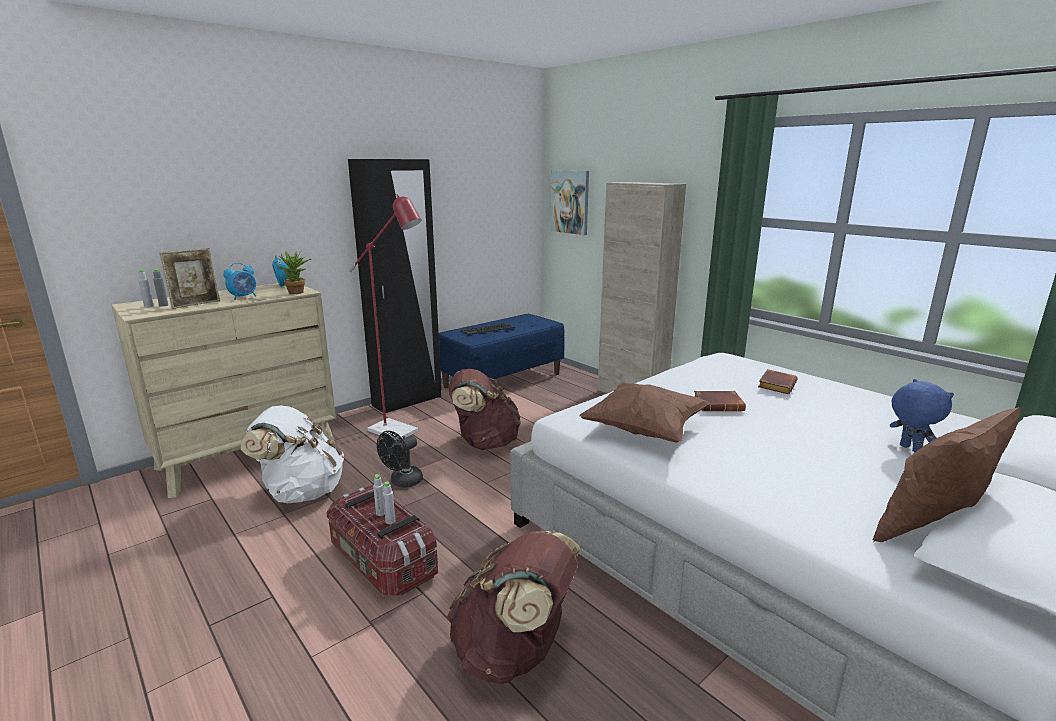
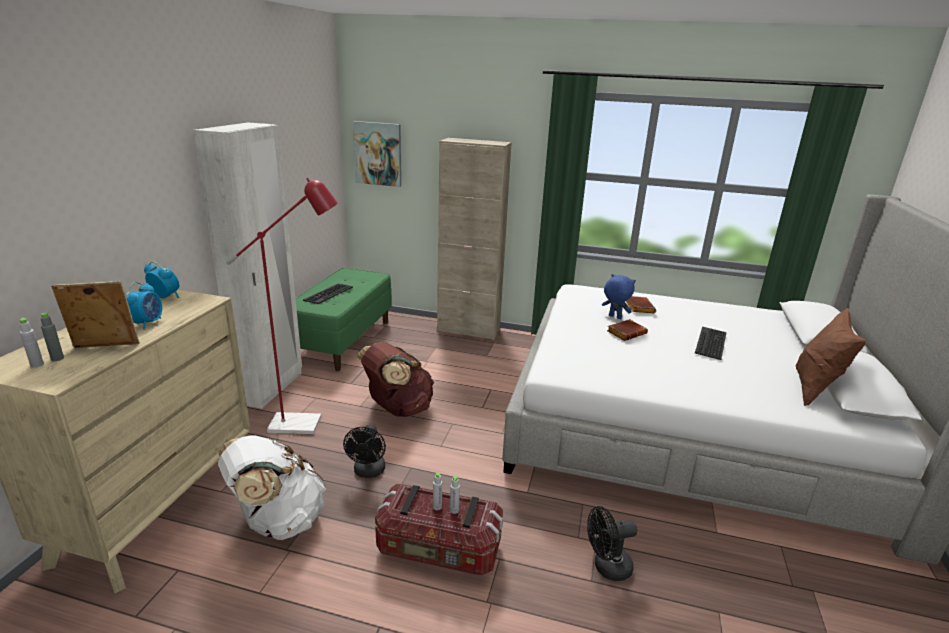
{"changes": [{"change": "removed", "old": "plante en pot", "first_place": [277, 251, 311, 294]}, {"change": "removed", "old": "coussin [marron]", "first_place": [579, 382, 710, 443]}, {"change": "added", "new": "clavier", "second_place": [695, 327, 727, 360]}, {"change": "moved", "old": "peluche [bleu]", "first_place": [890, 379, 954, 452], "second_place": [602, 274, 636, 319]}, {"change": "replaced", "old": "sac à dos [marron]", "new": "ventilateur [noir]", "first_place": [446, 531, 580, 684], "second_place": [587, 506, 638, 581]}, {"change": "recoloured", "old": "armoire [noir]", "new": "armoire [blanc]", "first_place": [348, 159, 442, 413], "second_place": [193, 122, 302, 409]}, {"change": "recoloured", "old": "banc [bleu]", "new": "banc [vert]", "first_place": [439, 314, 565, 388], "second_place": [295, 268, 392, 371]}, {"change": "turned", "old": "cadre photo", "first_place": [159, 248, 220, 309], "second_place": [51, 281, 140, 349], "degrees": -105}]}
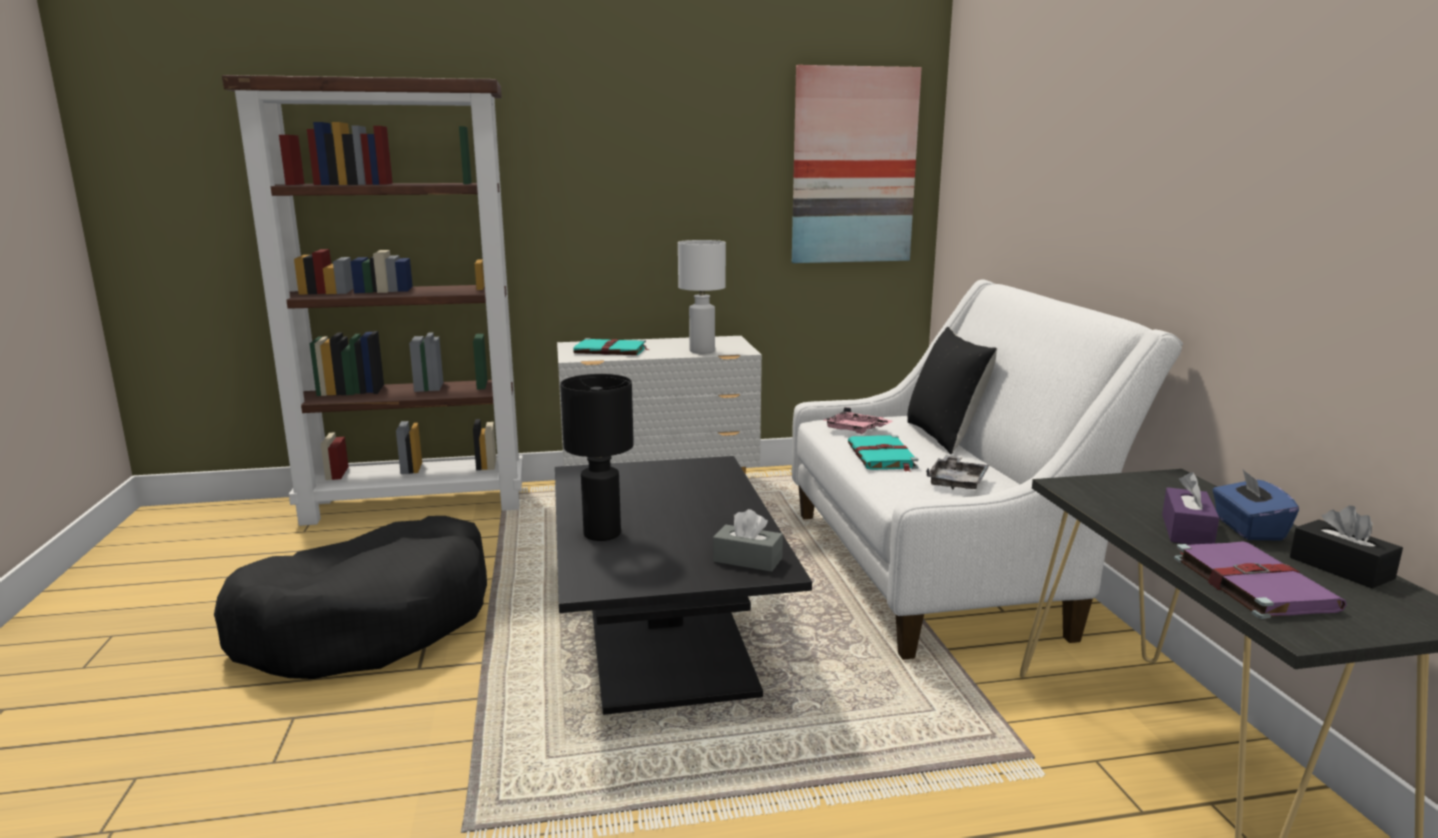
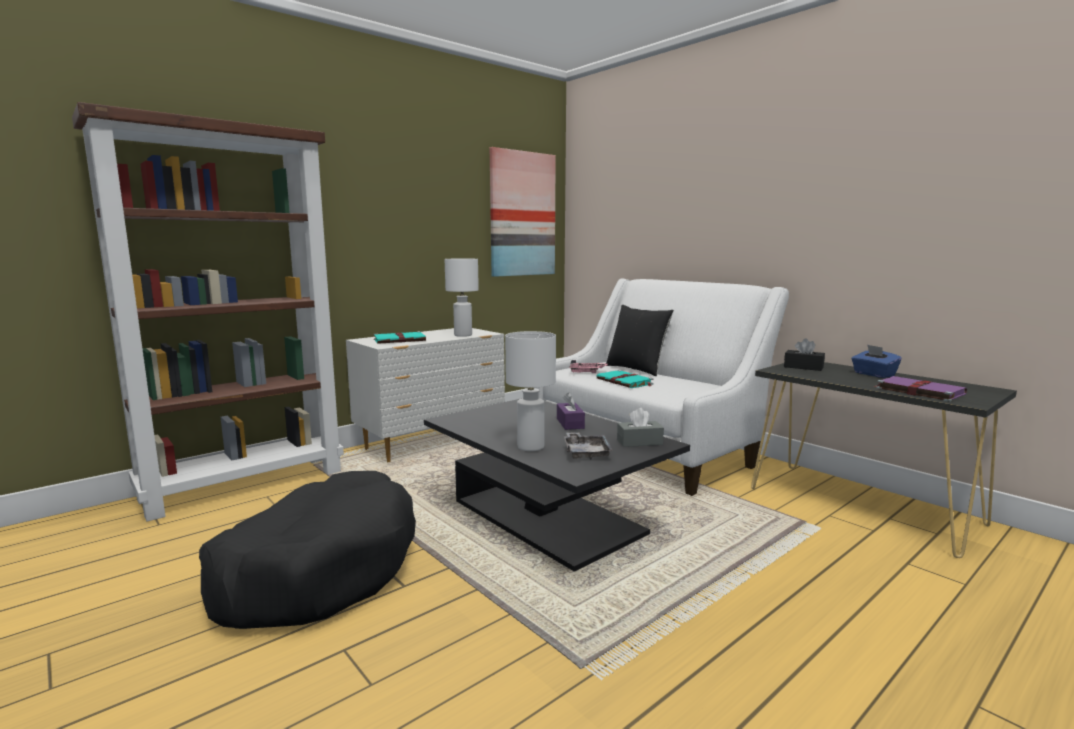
{"changes": [{"change": "moved", "old": "plateau [gris]", "first_place": [926, 455, 989, 490], "second_place": [564, 432, 613, 460]}, {"change": "moved", "old": "boîte à mouchoirs [violet]", "first_place": [1162, 472, 1219, 545], "second_place": [557, 392, 585, 430]}, {"change": "moved", "old": "boîte à mouchoirs [noir]", "first_place": [1290, 506, 1403, 588], "second_place": [784, 339, 825, 371]}, {"change": "recoloured", "old": "lampe de table [noir]", "new": "lampe de table [blanc]", "first_place": [560, 374, 634, 541], "second_place": [505, 331, 556, 451]}]}
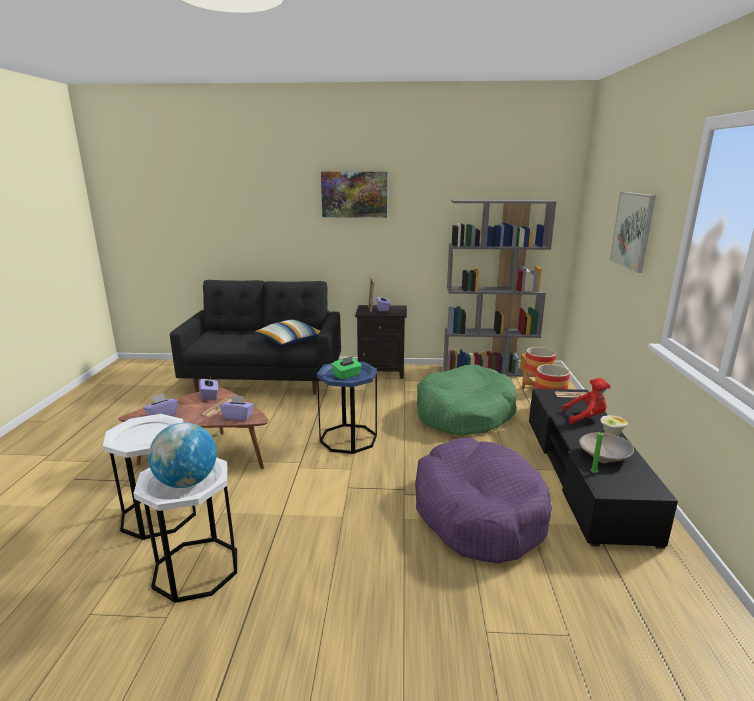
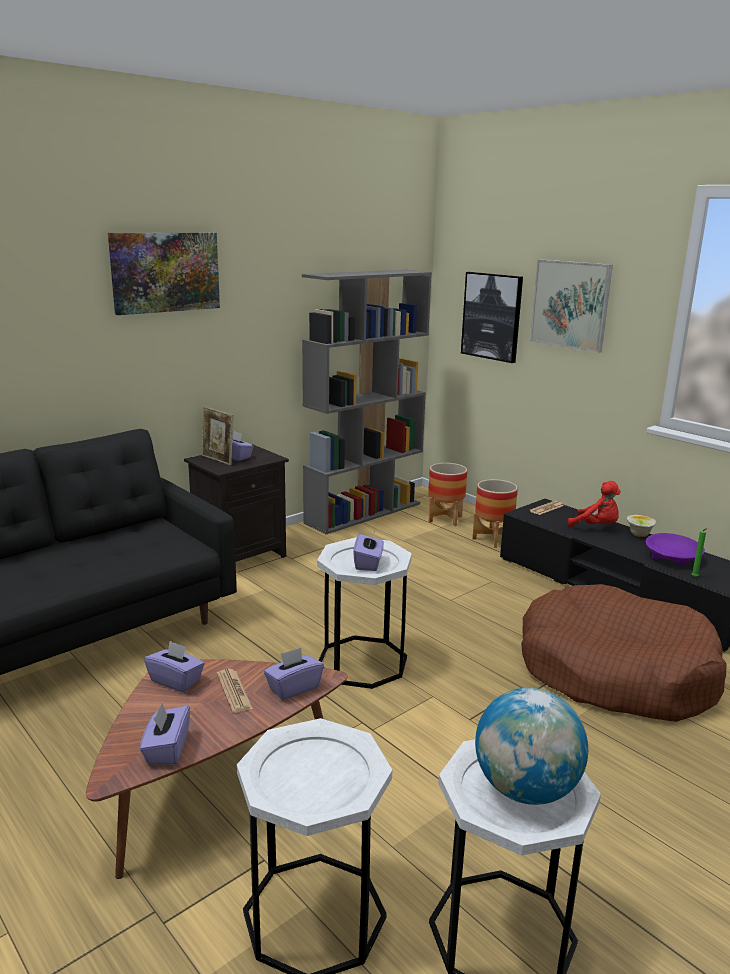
{"changes": [{"change": "removed", "old": "coussin", "first_place": [254, 320, 320, 346]}, {"change": "removed", "old": "panier pour chien [vert]", "first_place": [417, 365, 517, 435]}, {"change": "added", "new": "tableau", "second_place": [461, 272, 523, 363]}, {"change": "recoloured", "old": "table d'appoint [bleu]", "new": "table d'appoint [blanc]", "first_place": [317, 362, 377, 454], "second_place": [317, 537, 412, 689]}, {"change": "recoloured", "old": "boîte à mouchoirs [vert]", "new": "boîte à mouchoirs [violet]", "first_place": [331, 356, 362, 380], "second_place": [353, 534, 384, 571]}, {"change": "recoloured", "old": "panier pour chien [violet]", "new": "panier pour chien [marron]", "first_place": [415, 438, 552, 564], "second_place": [521, 584, 727, 722]}, {"change": "recoloured", "old": "bol [beige]", "new": "bol [violet]", "first_place": [579, 432, 634, 463], "second_place": [646, 533, 705, 565]}, {"change": "turned", "old": "peluche [rouge]", "first_place": [562, 378, 610, 424], "second_place": [568, 481, 621, 527], "degrees": 75}]}
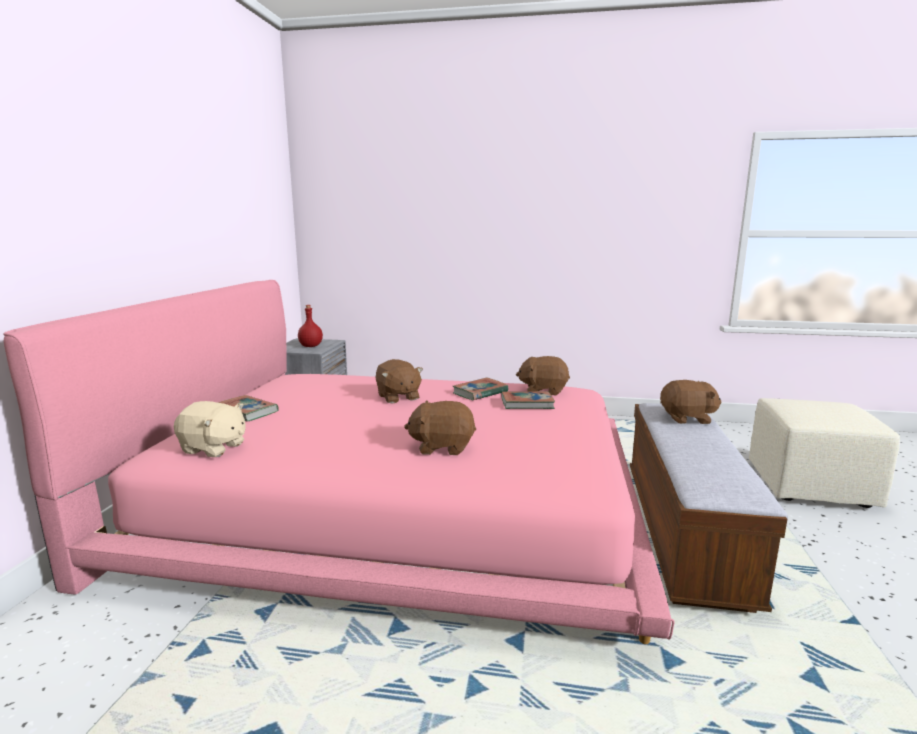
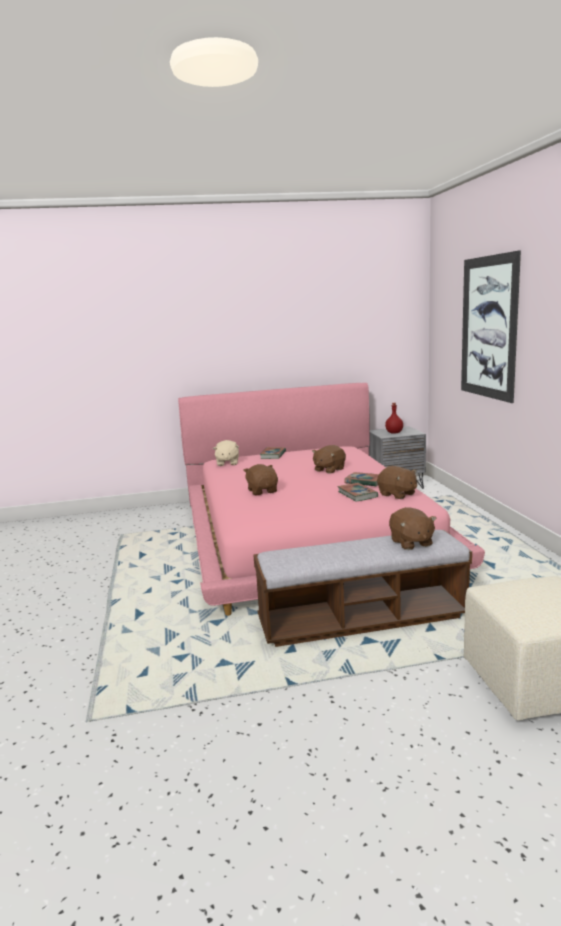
{"changes": [{"change": "added", "new": "tableau", "second_place": [461, 250, 521, 403]}, {"change": "turned", "old": "peluche [marron]", "first_place": [516, 356, 570, 395], "second_place": [377, 466, 417, 499], "degrees": 150}]}
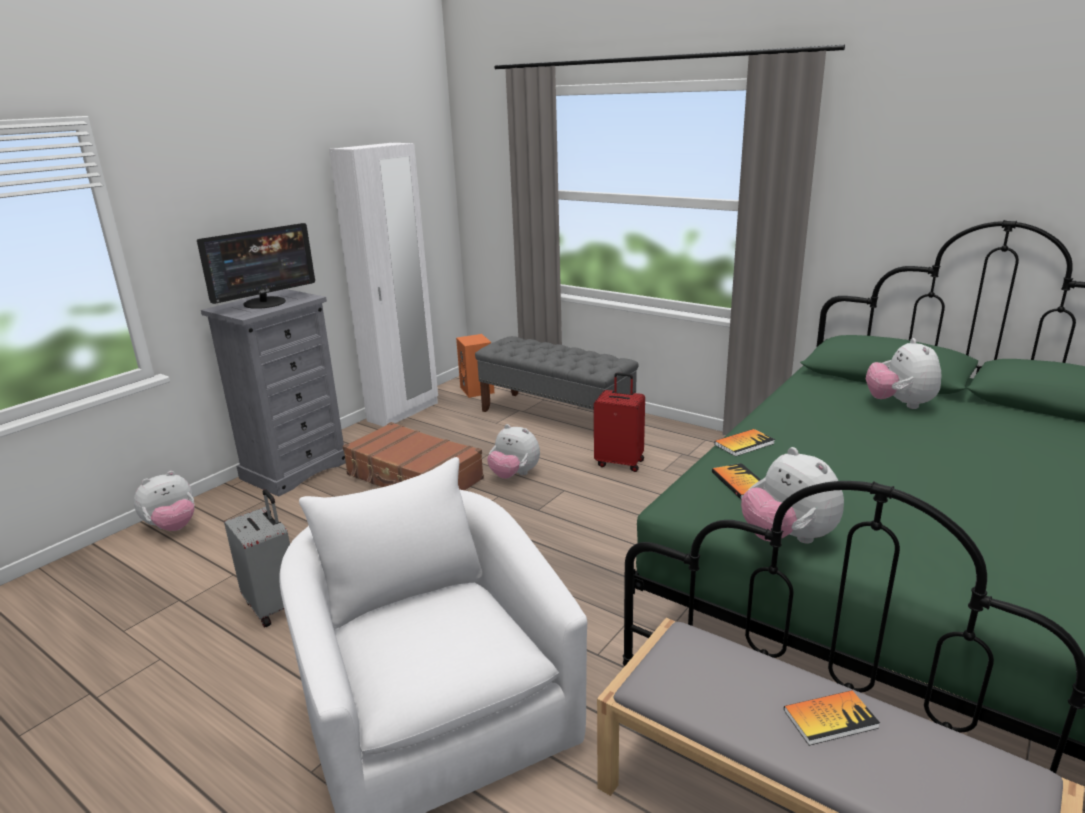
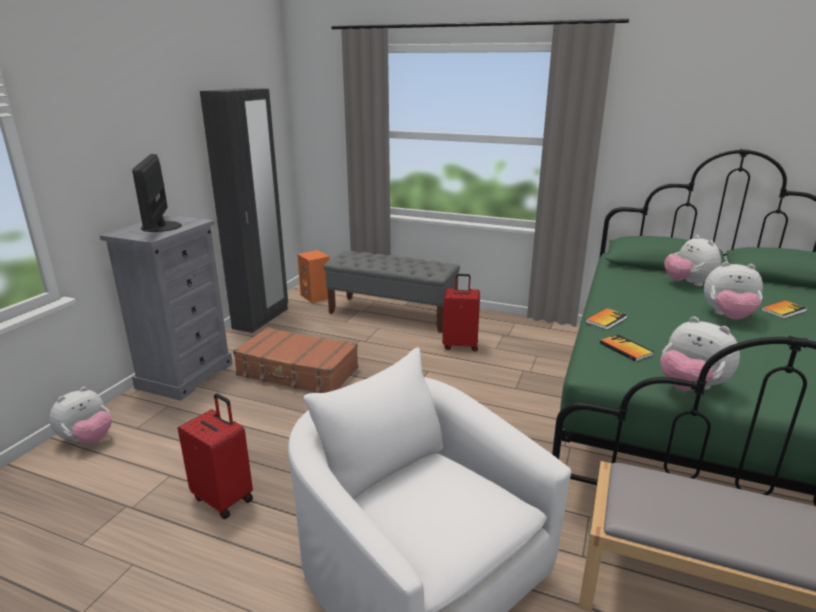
{"changes": [{"change": "moved", "old": "peluche", "first_place": [487, 424, 540, 479], "second_place": [704, 262, 763, 319]}, {"change": "moved", "old": "livre", "first_place": [784, 690, 880, 746], "second_place": [761, 300, 807, 319]}, {"change": "recoloured", "old": "valise [gris]", "new": "valise [rouge]", "first_place": [224, 489, 290, 628], "second_place": [178, 393, 253, 519]}, {"change": "recoloured", "old": "armoire [blanc]", "new": "armoire [noir]", "first_place": [329, 143, 438, 427], "second_place": [200, 88, 288, 333]}, {"change": "turned", "old": "écran d'ordinateur", "first_place": [197, 223, 315, 309], "second_place": [132, 154, 182, 232], "degrees": 135}]}
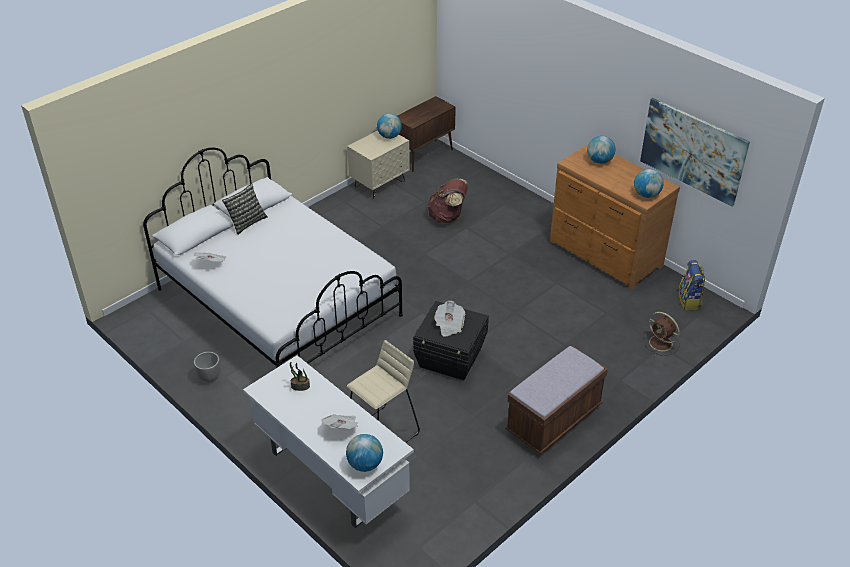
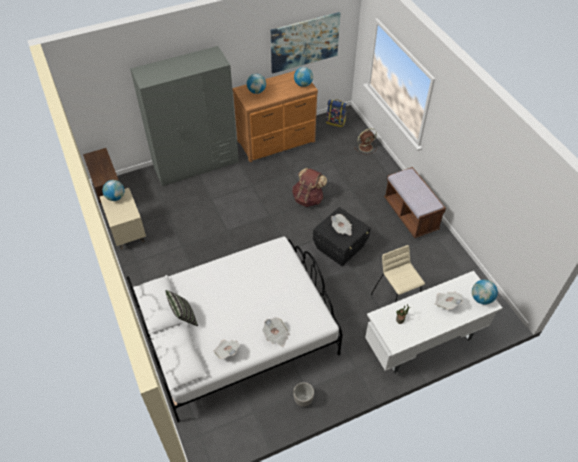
{"changes": [{"change": "added", "new": "armoire [gris]", "second_place": [130, 46, 239, 187]}, {"change": "added", "new": "journal", "second_place": [263, 317, 290, 347]}, {"change": "moved", "old": "sac à dos [marron]", "first_place": [427, 179, 468, 223], "second_place": [292, 168, 327, 207]}]}
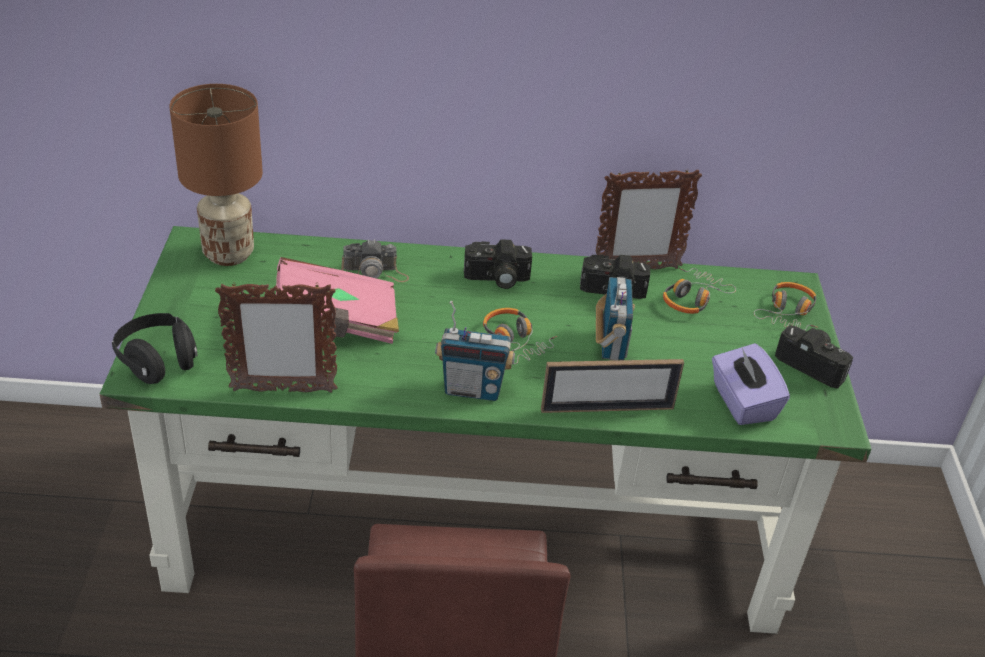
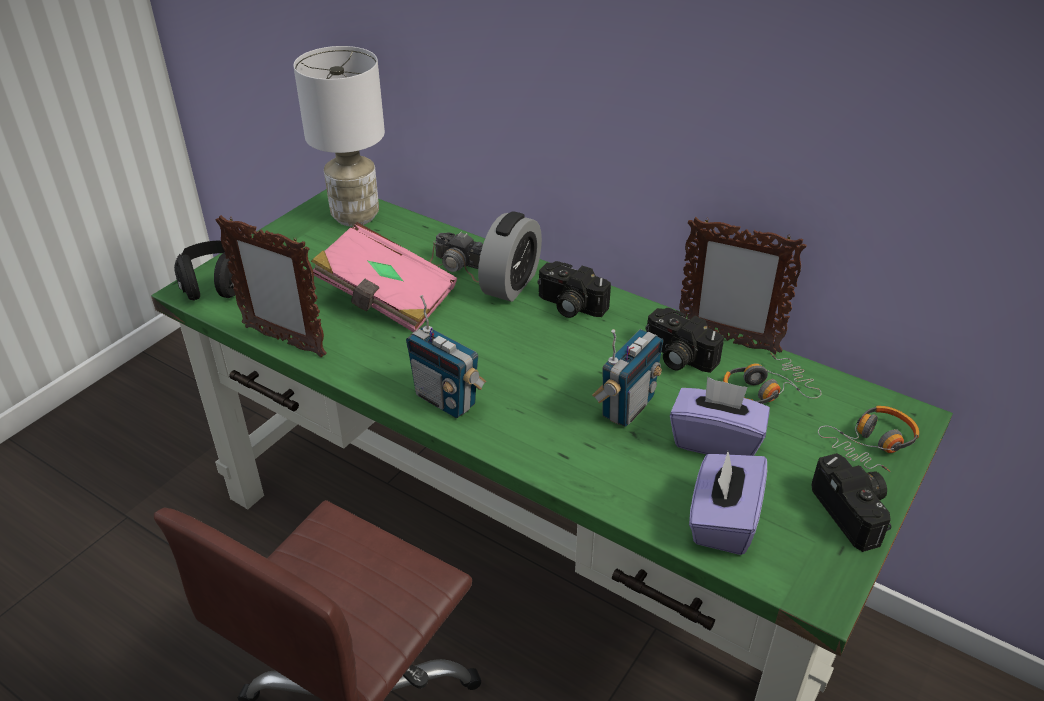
{"changes": [{"change": "removed", "old": "casque audio", "first_place": [483, 308, 557, 364]}, {"change": "removed", "old": "cadre photo", "first_place": [541, 359, 684, 413]}, {"change": "added", "new": "réveil", "second_place": [478, 211, 542, 302]}, {"change": "added", "new": "boîte à mouchoirs [violet]", "second_place": [670, 377, 770, 456]}, {"change": "recoloured", "old": "lampe de table [marron]", "new": "lampe de table [blanc]", "first_place": [170, 84, 263, 266], "second_place": [293, 46, 385, 226]}]}
